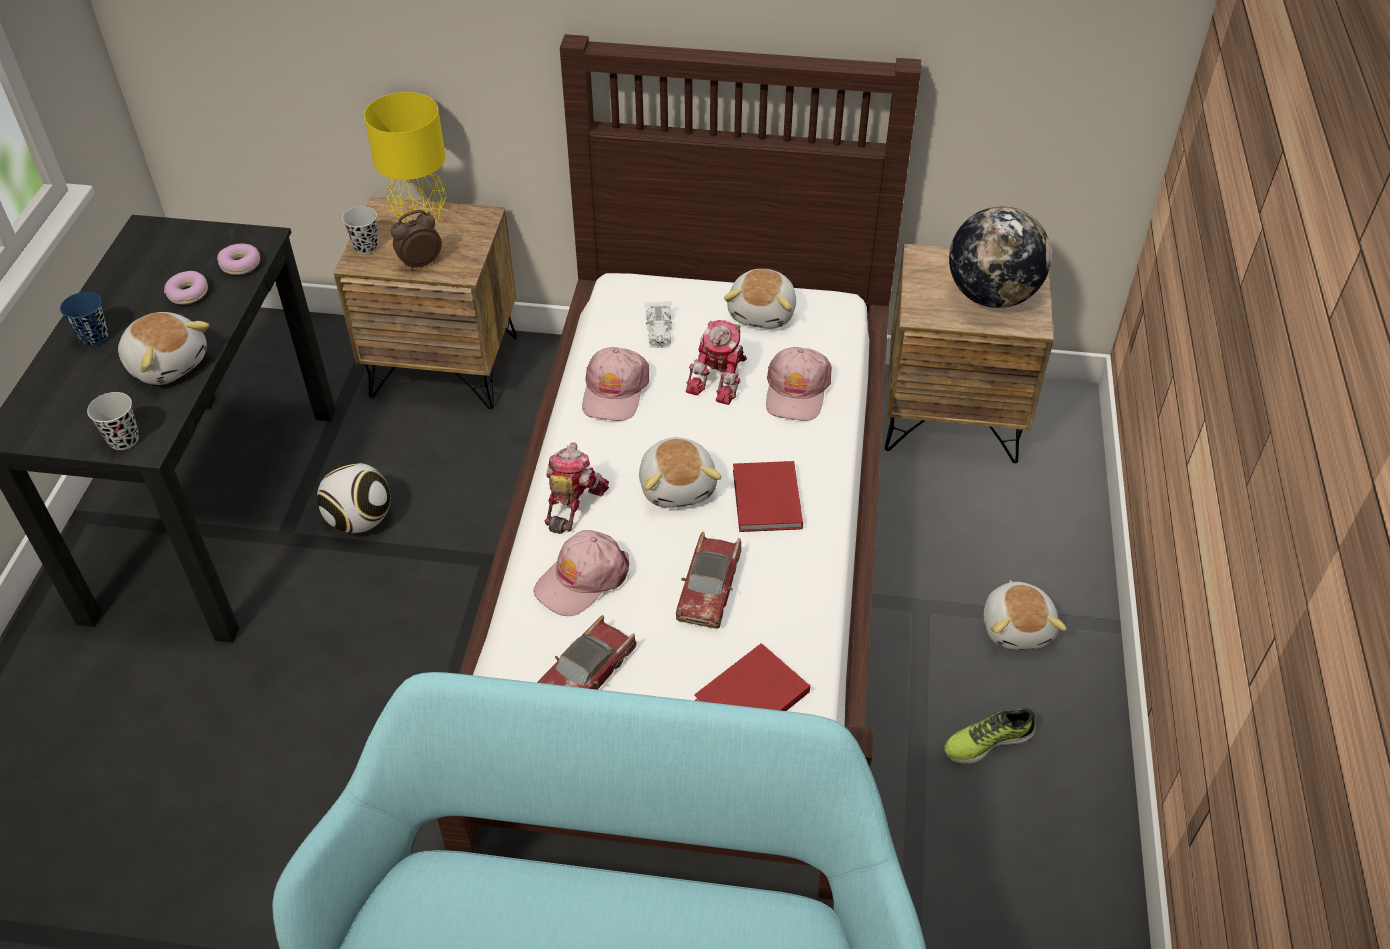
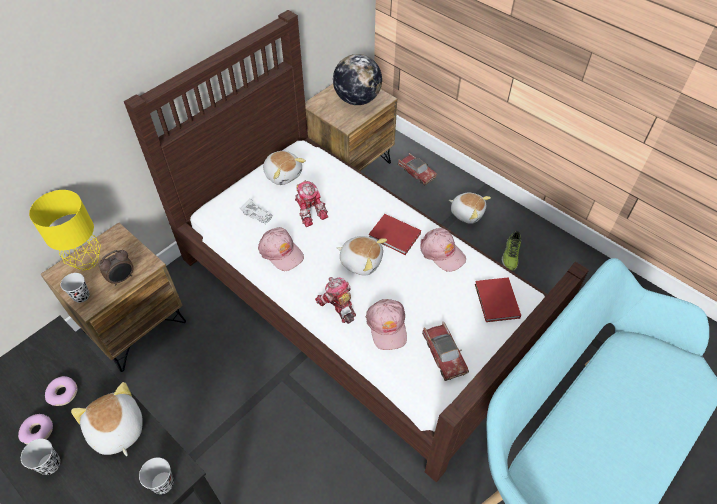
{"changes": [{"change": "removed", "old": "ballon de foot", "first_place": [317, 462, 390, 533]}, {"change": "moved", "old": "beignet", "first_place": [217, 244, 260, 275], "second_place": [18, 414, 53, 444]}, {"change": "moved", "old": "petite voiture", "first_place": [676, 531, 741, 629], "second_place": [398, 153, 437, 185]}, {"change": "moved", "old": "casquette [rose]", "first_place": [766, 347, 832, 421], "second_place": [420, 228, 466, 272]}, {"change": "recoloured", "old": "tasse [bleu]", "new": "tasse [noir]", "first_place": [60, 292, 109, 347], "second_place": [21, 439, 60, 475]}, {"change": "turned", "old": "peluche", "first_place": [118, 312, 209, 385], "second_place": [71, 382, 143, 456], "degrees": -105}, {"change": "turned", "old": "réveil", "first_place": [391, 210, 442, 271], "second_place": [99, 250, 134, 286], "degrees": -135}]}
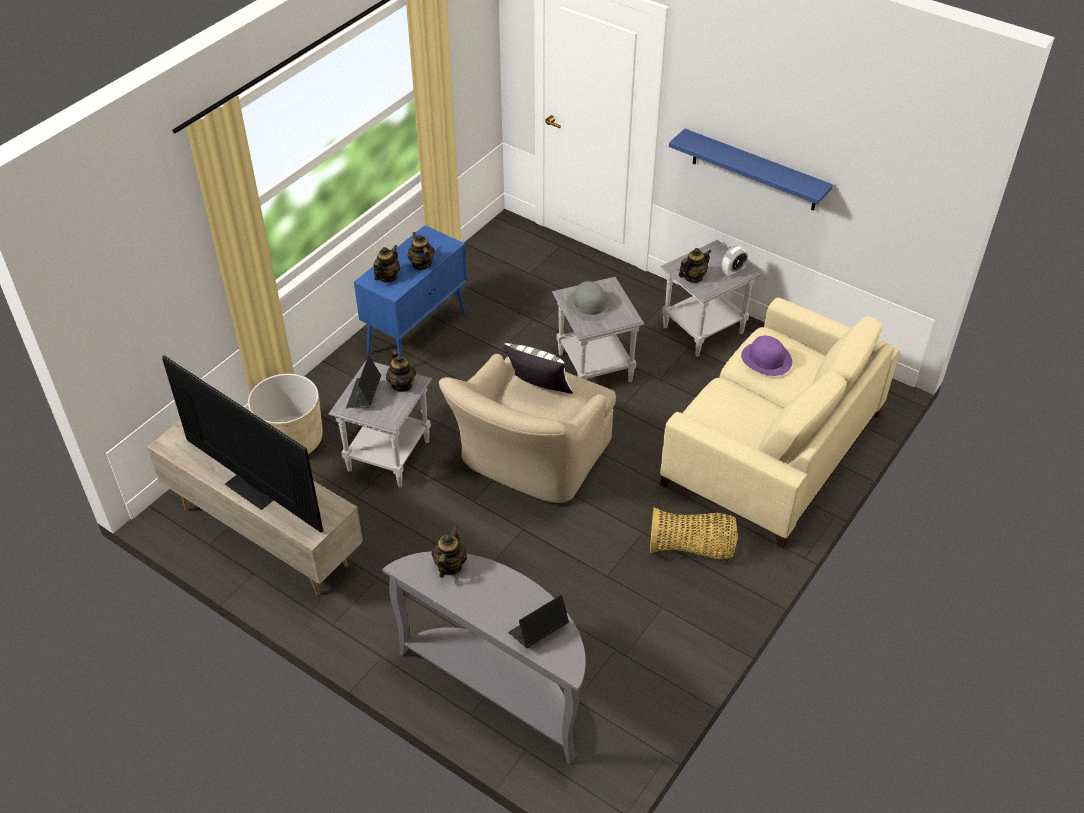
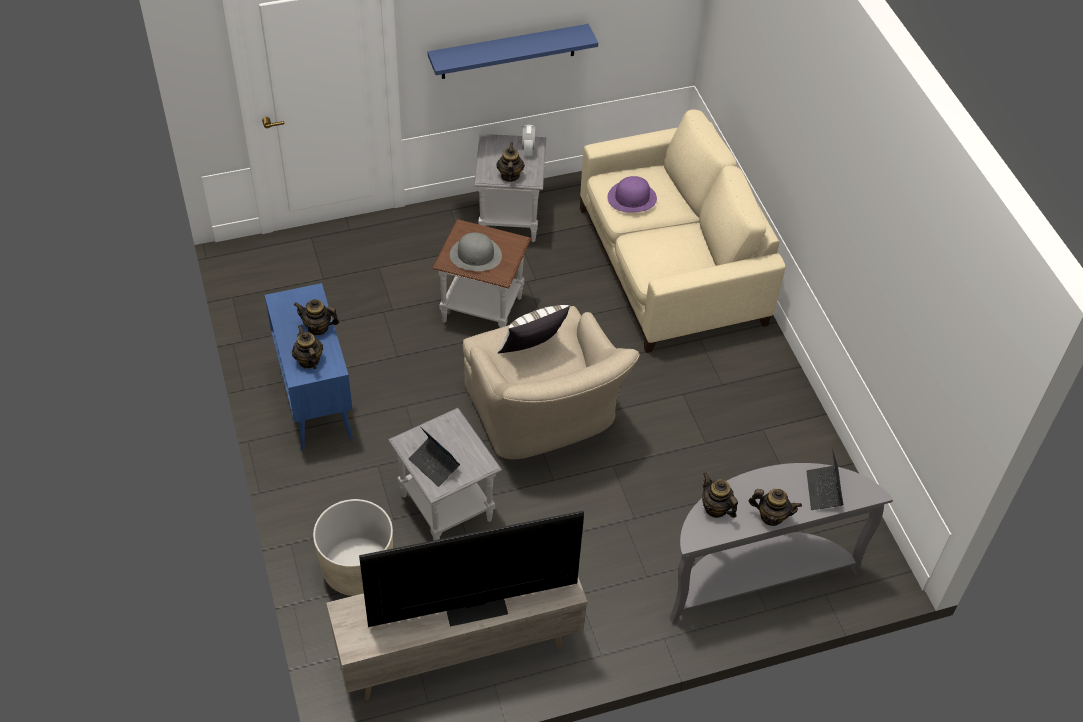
{"changes": [{"change": "removed", "old": "panier", "first_place": [650, 507, 738, 559]}, {"change": "moved", "old": "théière", "first_place": [386, 350, 416, 392], "second_place": [749, 489, 802, 526]}, {"change": "recoloured", "old": "table d'appoint [gris]", "new": "table d'appoint [marron]", "first_place": [552, 277, 645, 382], "second_place": [432, 219, 531, 328]}]}
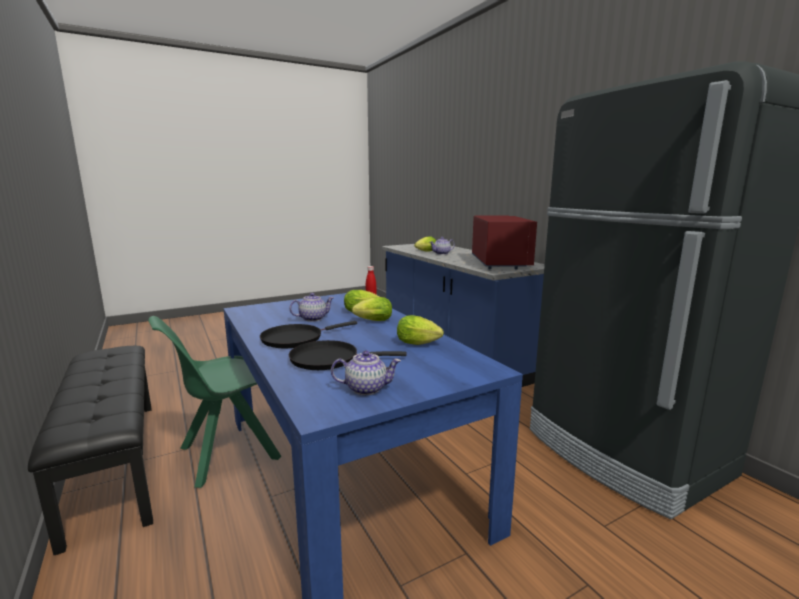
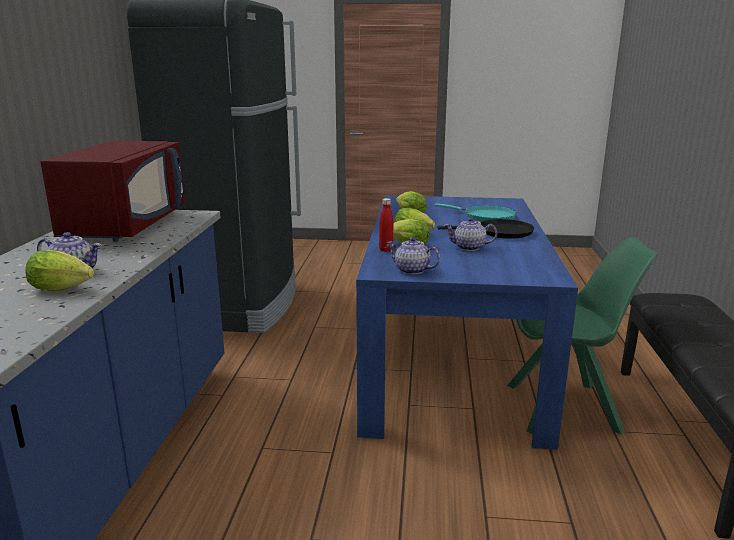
{"changes": [{"change": "moved", "old": "théière", "first_place": [331, 350, 401, 395], "second_place": [387, 237, 440, 275]}, {"change": "recoloured", "old": "poêle [noir]", "new": "poêle [turquoise]", "first_place": [289, 340, 407, 370], "second_place": [435, 203, 516, 221]}, {"change": "turned", "old": "micro-ondes [rouge]", "first_place": [472, 216, 537, 269], "second_place": [41, 141, 185, 242], "degrees": 150}]}
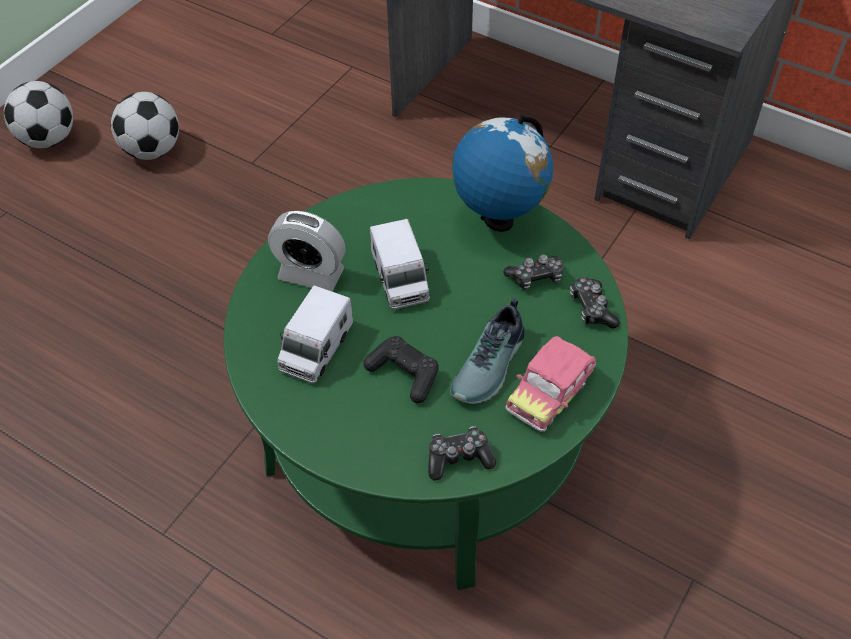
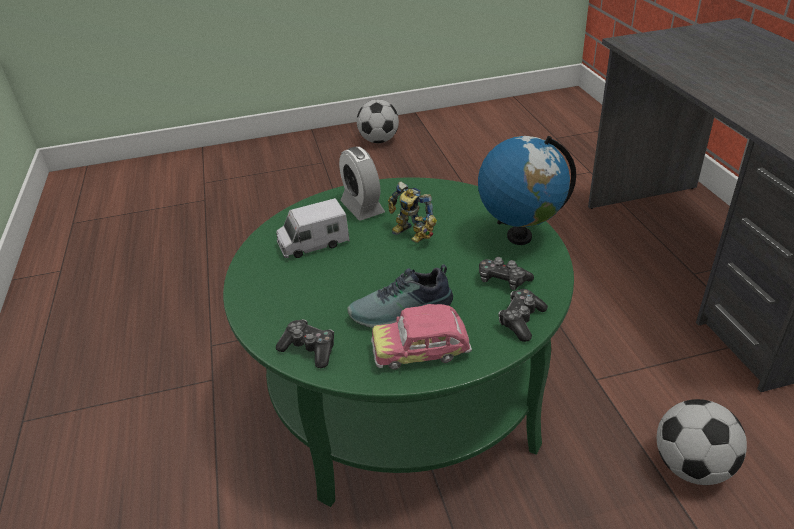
{"changes": [{"change": "removed", "old": "manette [noir]", "first_place": [363, 336, 439, 403]}, {"change": "moved", "old": "ballon de foot", "first_place": [111, 92, 179, 160], "second_place": [657, 399, 747, 485]}, {"change": "replaced", "old": "camion jouet", "new": "robot jouet", "first_place": [370, 219, 430, 310], "second_place": [388, 181, 437, 243]}]}
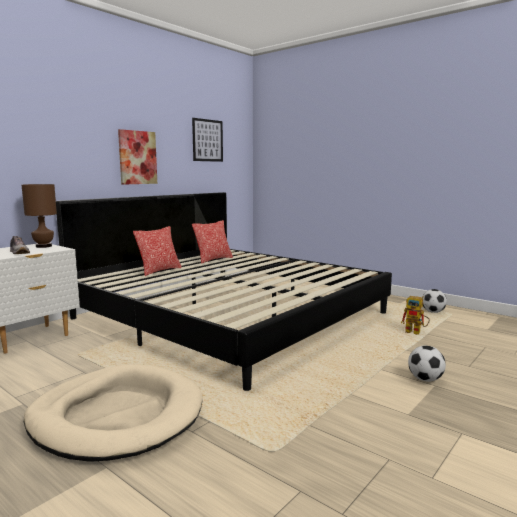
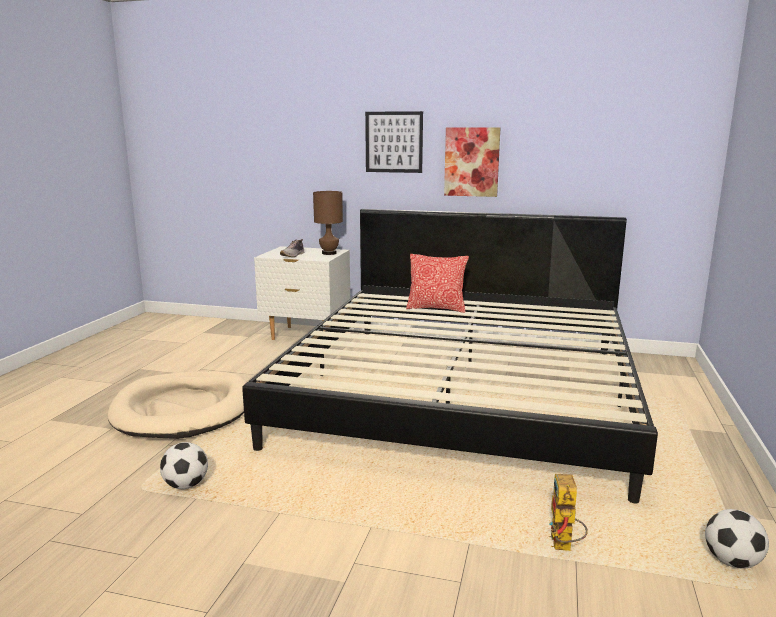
{"changes": [{"change": "removed", "old": "coussin", "first_place": [192, 220, 233, 264]}, {"change": "moved", "old": "tableau", "first_place": [192, 118, 223, 162], "second_place": [365, 111, 423, 173]}, {"change": "moved", "old": "ballon de foot", "first_place": [408, 346, 446, 382], "second_place": [160, 442, 208, 489]}]}
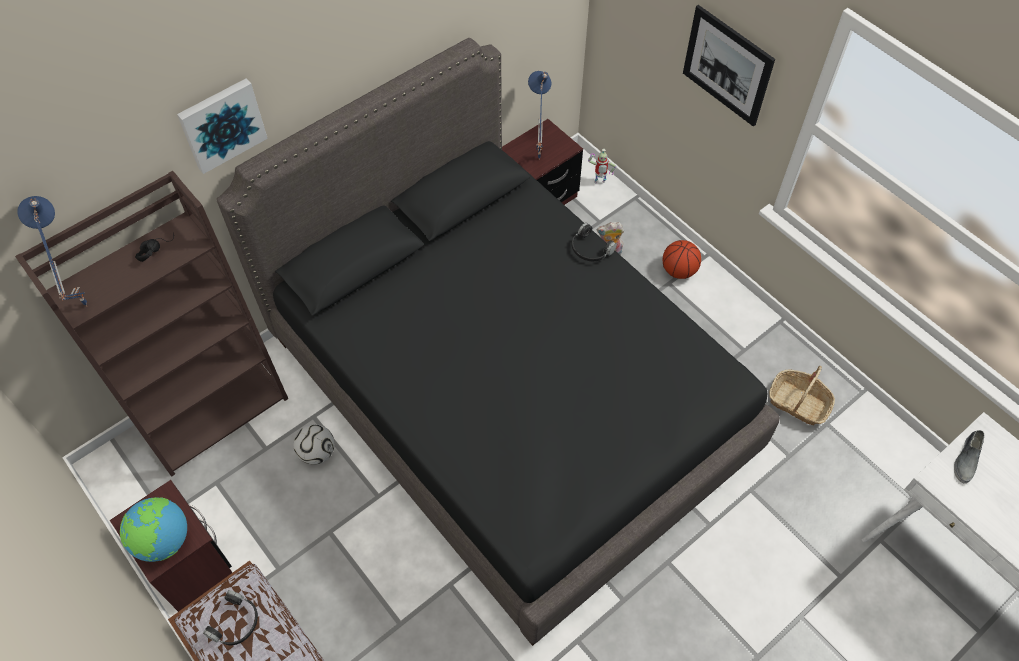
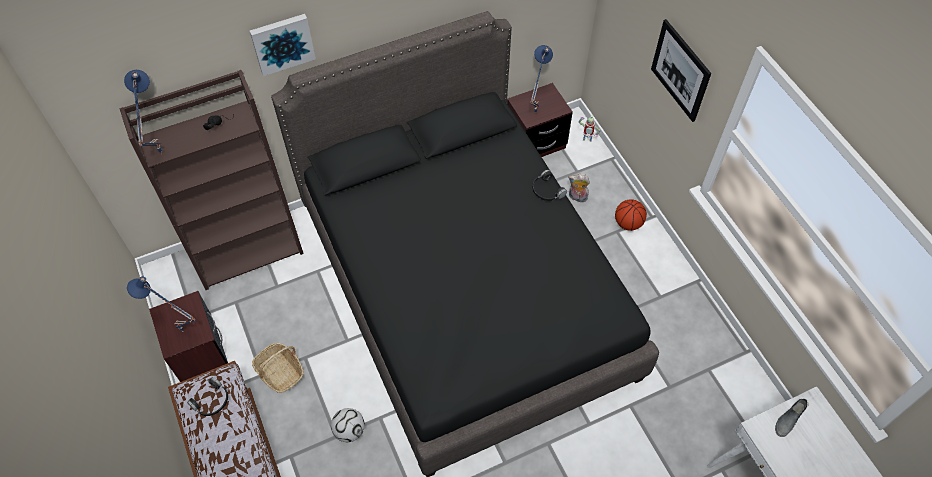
{"changes": [{"change": "moved", "old": "ballon de foot", "first_place": [293, 424, 335, 465], "second_place": [331, 408, 365, 442]}, {"change": "moved", "old": "panier", "first_place": [769, 366, 835, 425], "second_place": [252, 343, 304, 393]}, {"change": "replaced", "old": "globe", "new": "lampe de table [bleu]", "first_place": [120, 497, 187, 562], "second_place": [127, 276, 196, 331]}]}
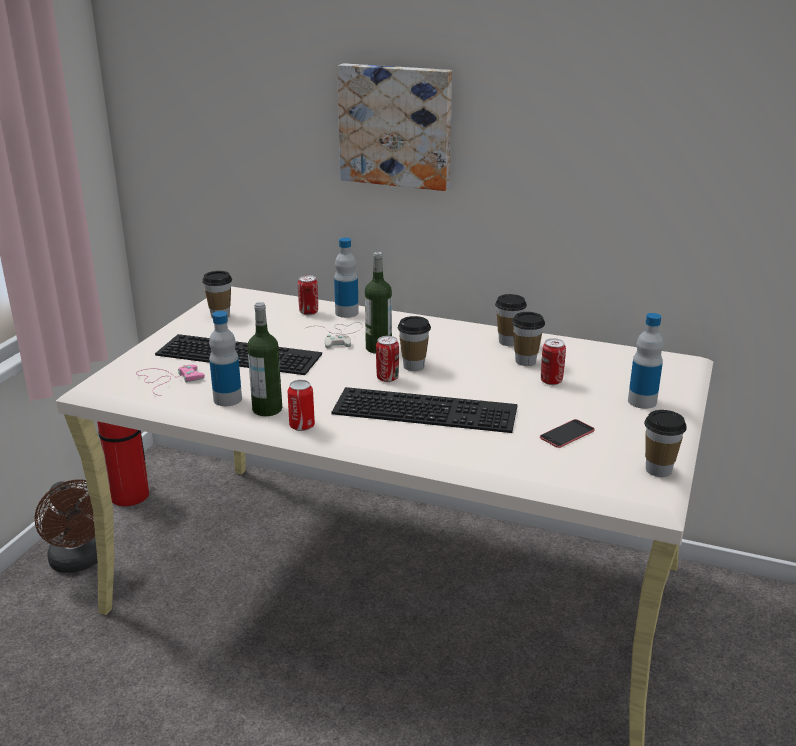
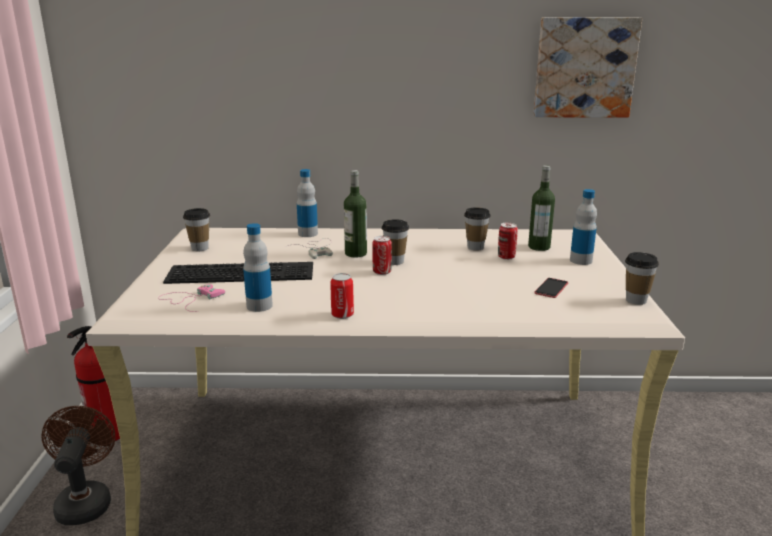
{"changes": [{"change": "removed", "old": "boîte métallique", "first_place": [298, 275, 318, 315]}, {"change": "removed", "old": "clavier", "first_place": [331, 387, 518, 433]}, {"change": "removed", "old": "tasse", "first_place": [495, 294, 527, 346]}, {"change": "moved", "old": "bouteille", "first_place": [247, 302, 282, 416], "second_place": [528, 165, 555, 251]}, {"change": "moved", "old": "tableau", "first_place": [337, 63, 452, 191], "second_place": [534, 17, 642, 118]}, {"change": "turned", "old": "ventilateur [marron]", "first_place": [34, 479, 98, 573], "second_place": [41, 406, 115, 525], "degrees": -135}]}
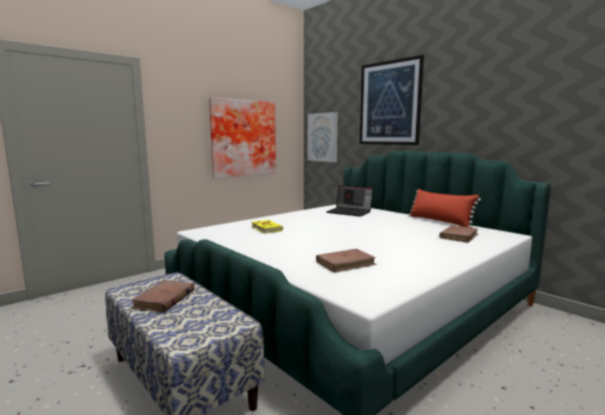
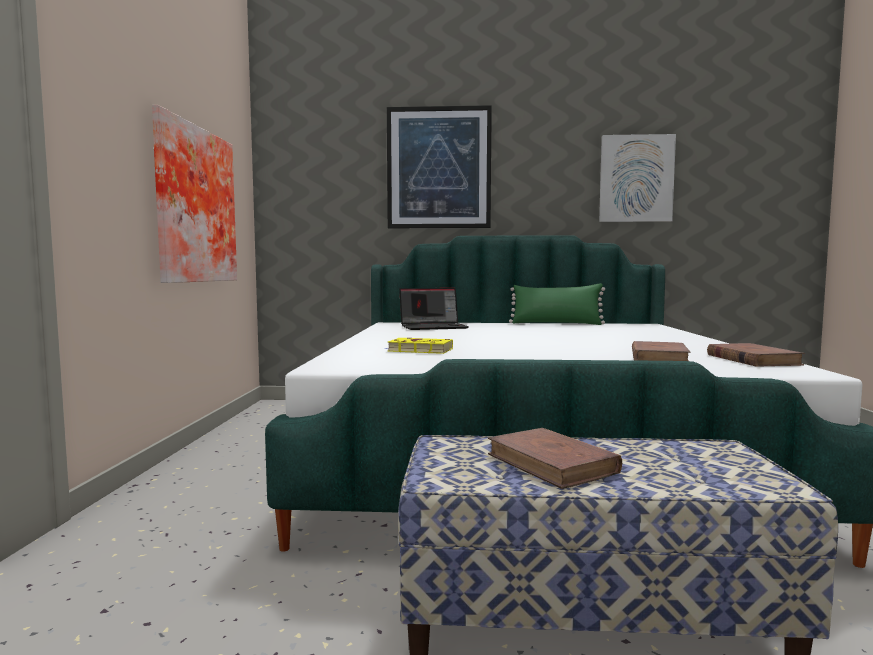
{"changes": [{"change": "moved", "old": "tableau", "first_place": [308, 112, 338, 162], "second_place": [599, 134, 676, 222]}, {"change": "moved", "old": "livre [marron]", "first_place": [439, 225, 478, 243], "second_place": [707, 343, 805, 367]}, {"change": "recoloured", "old": "coussin [rouge]", "new": "coussin [vert]", "first_place": [409, 189, 481, 228], "second_place": [509, 283, 605, 325]}]}
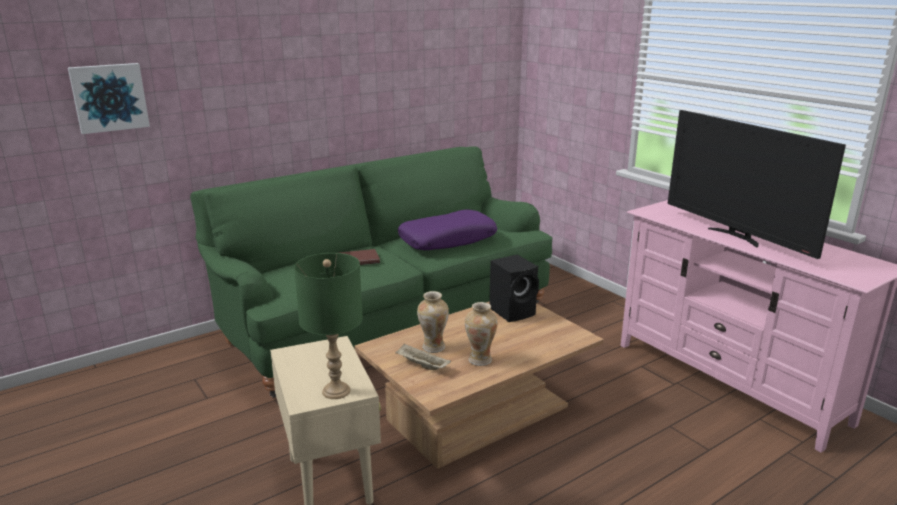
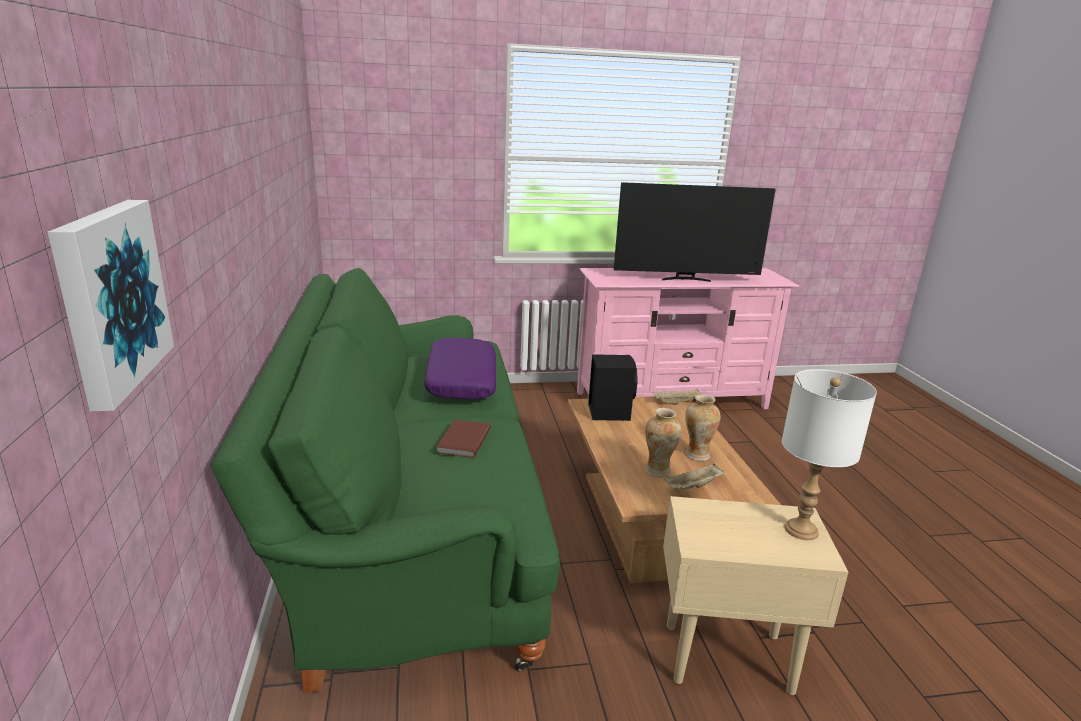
{"changes": [{"change": "added", "new": "plateau [beige]", "second_place": [653, 388, 701, 405]}, {"change": "recoloured", "old": "lampe de table [vert]", "new": "lampe de table [blanc]", "first_place": [294, 253, 363, 399], "second_place": [782, 369, 877, 540]}]}
